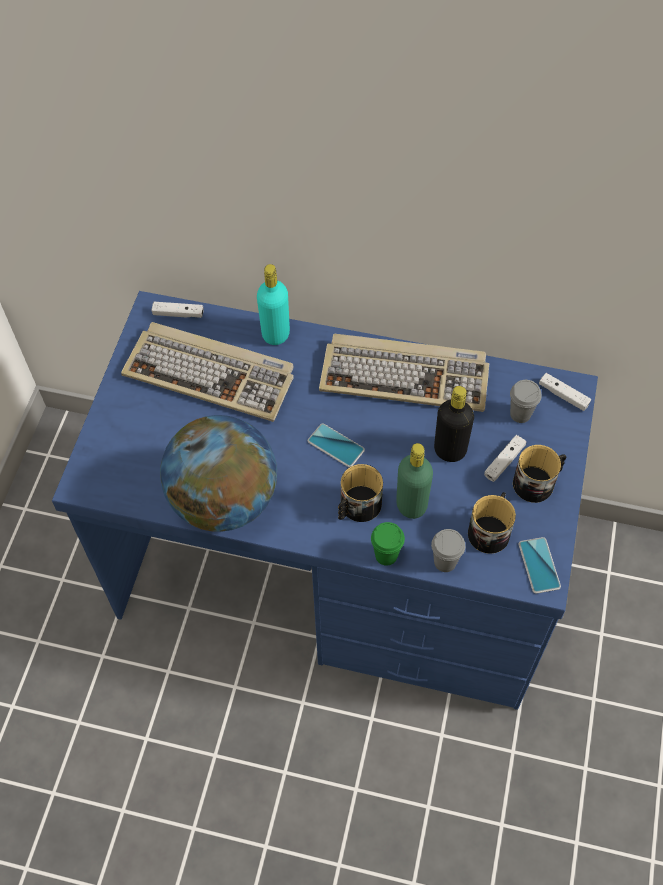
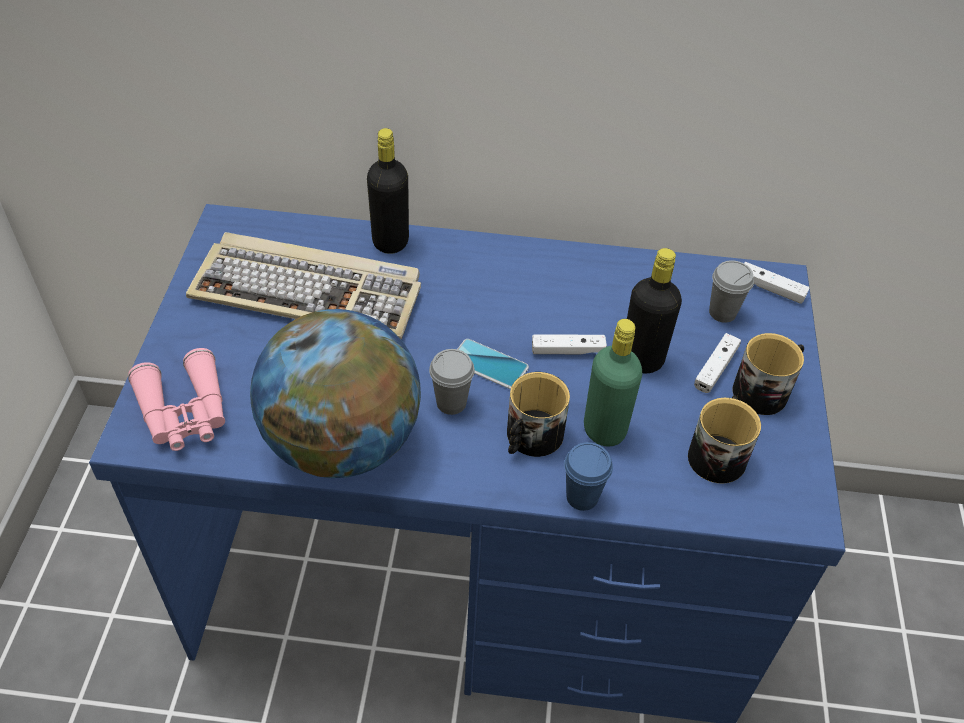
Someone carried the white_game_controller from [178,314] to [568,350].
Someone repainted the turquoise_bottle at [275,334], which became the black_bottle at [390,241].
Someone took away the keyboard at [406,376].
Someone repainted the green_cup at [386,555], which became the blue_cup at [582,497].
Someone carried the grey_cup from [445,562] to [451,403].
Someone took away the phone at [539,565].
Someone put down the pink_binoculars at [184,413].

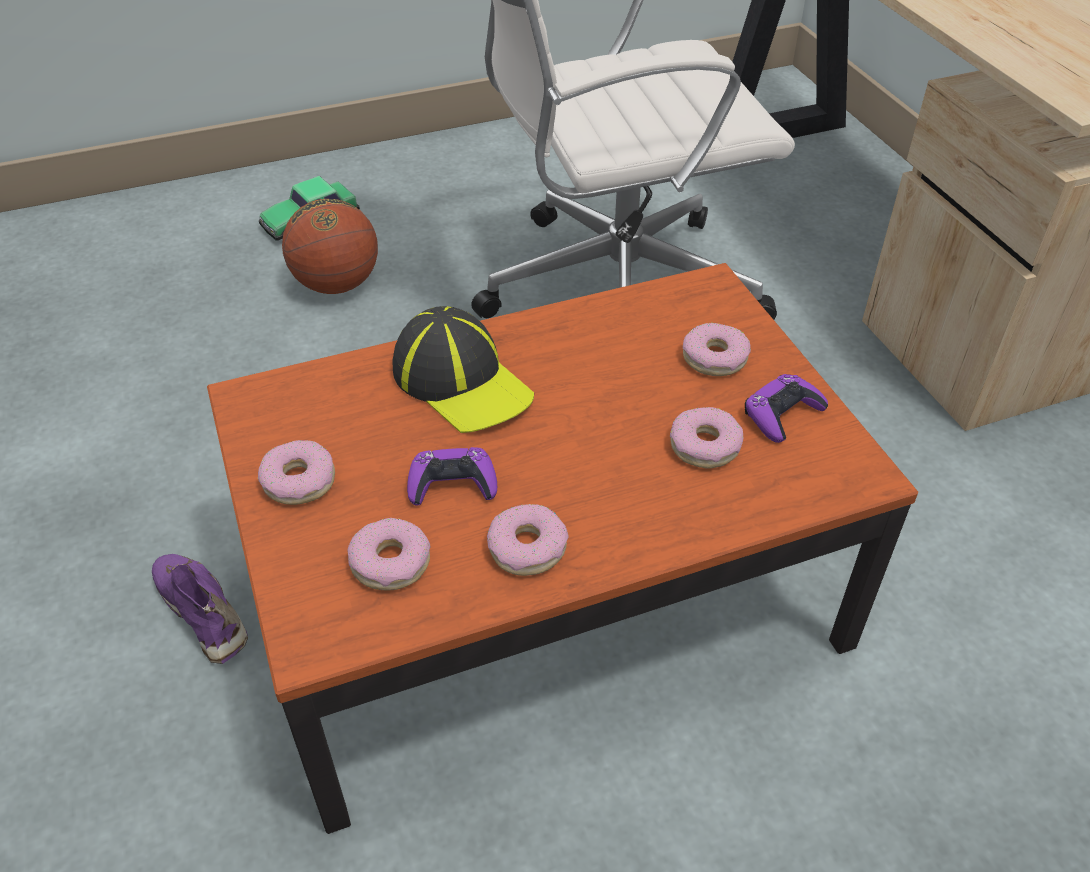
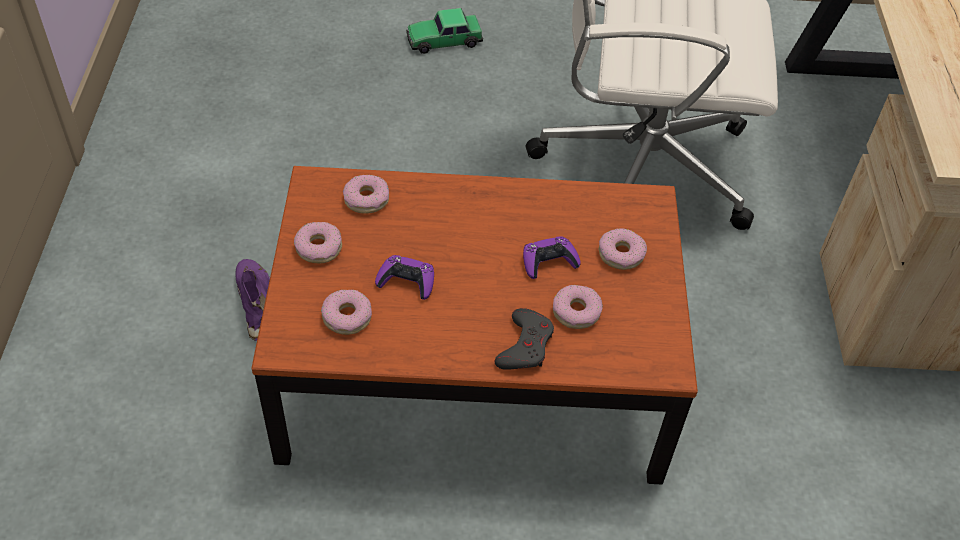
Someone took away the basketball at [337,284].
Someone took away the cap at [462,381].
Someone carried the donut from [527,548] to [366,199].
Someone carried the purple_game_controller from [782,414] to [549,261].
Someone put down the grey_game_controller at [525,345].

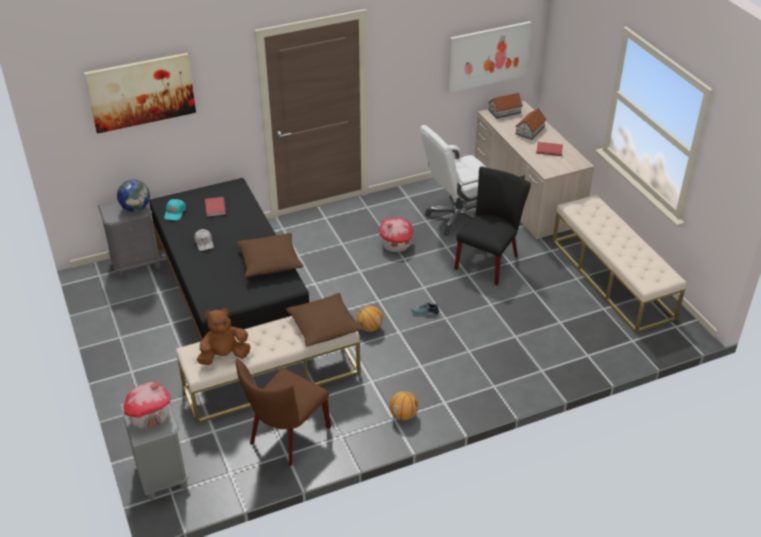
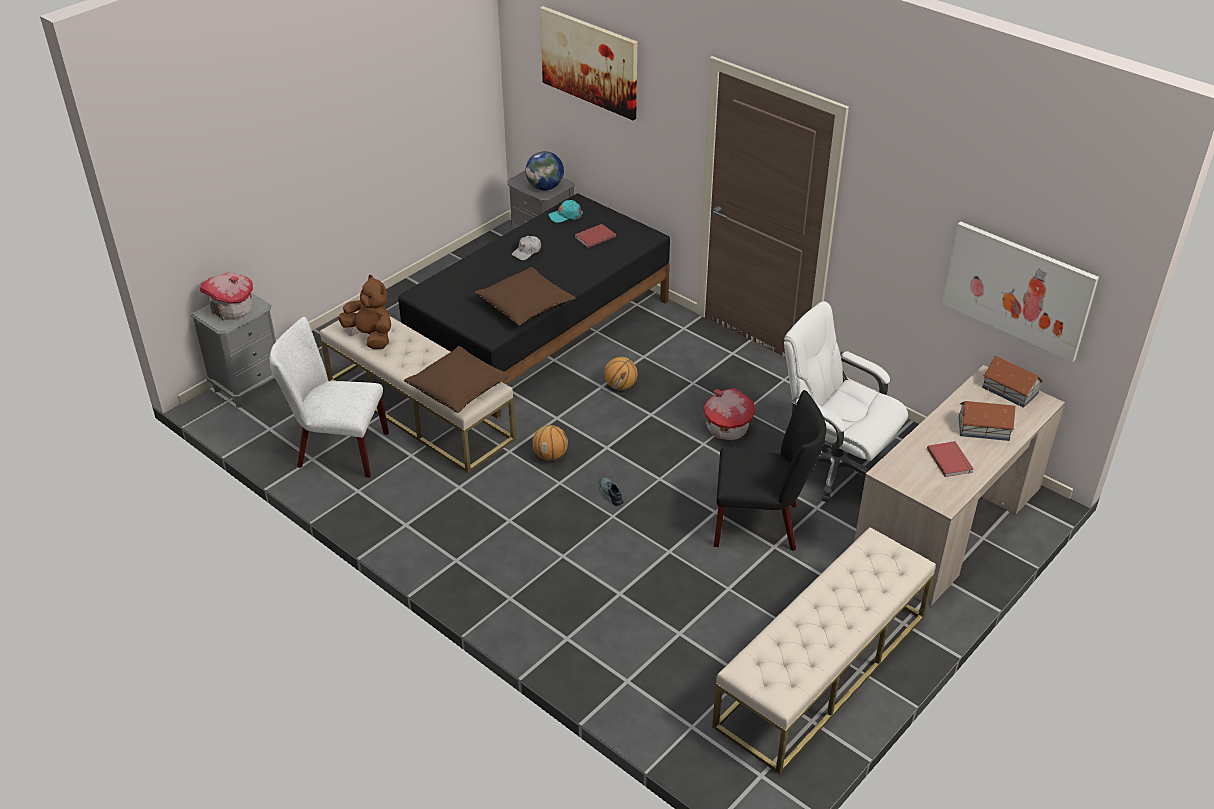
Someone repainted the brown_chair at [286,437], which became the white_chair at [337,450].
Someone carried the basketball from [403,415] to [620,386].

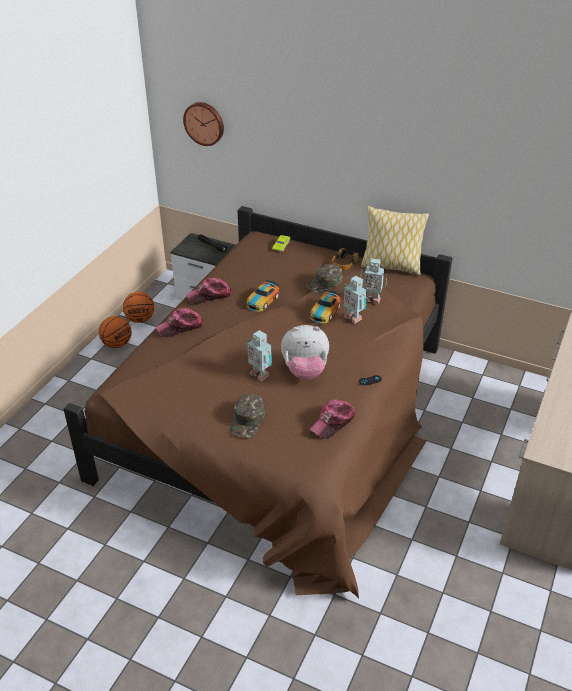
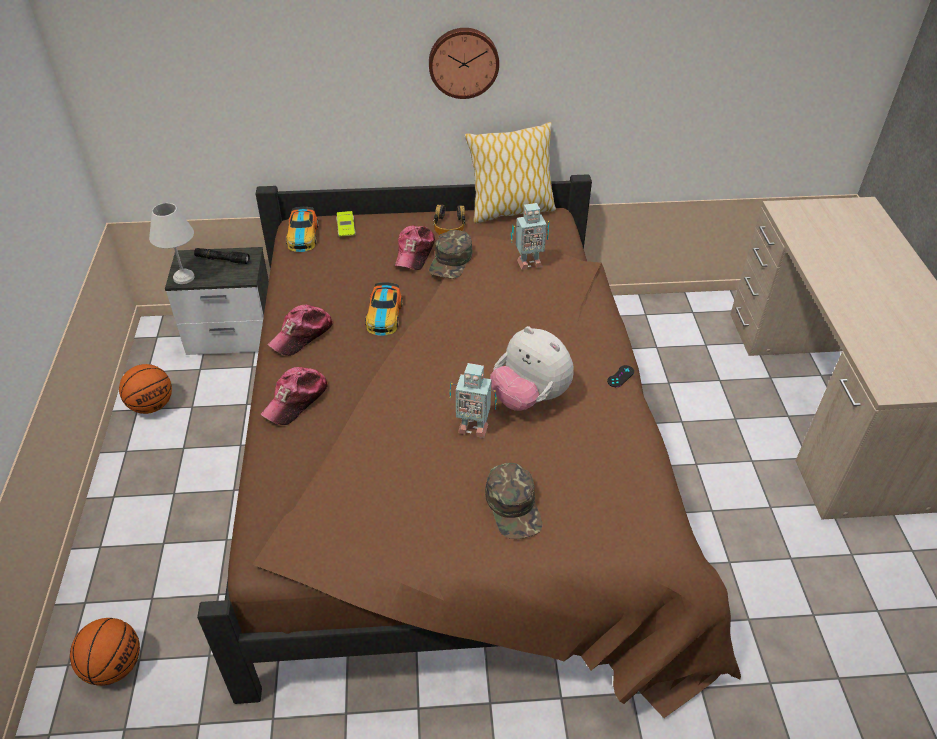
Someone carried the basketball from [117,344] to [114,666].
Someone carried the wall_clock from [204,123] to [463,62].
Someone rotated the plush_toy at [305,371] by 75 degrees clockwise.
Someone carried the cap from [333,422] to [415,253].
Someone carried the toy_car from [325,311] to [303,236].
Someone took away the toy_robot at [353,317].
Someone put down the white_table_lamp at [183,278].

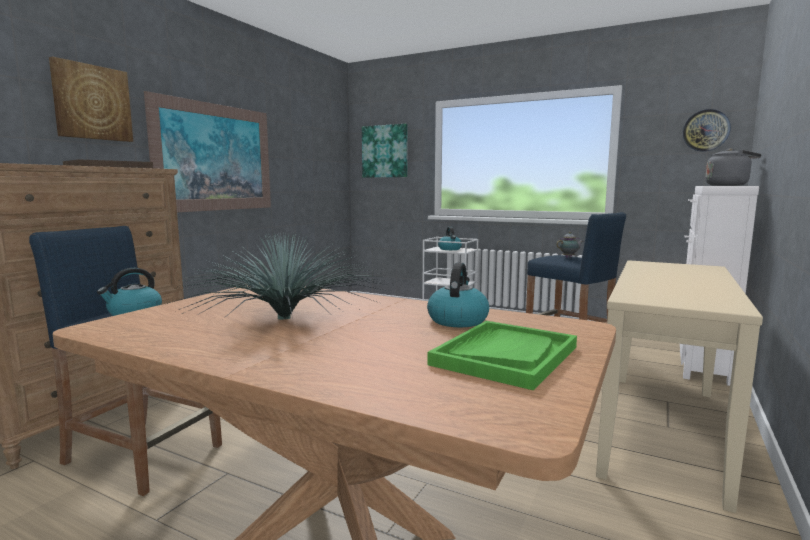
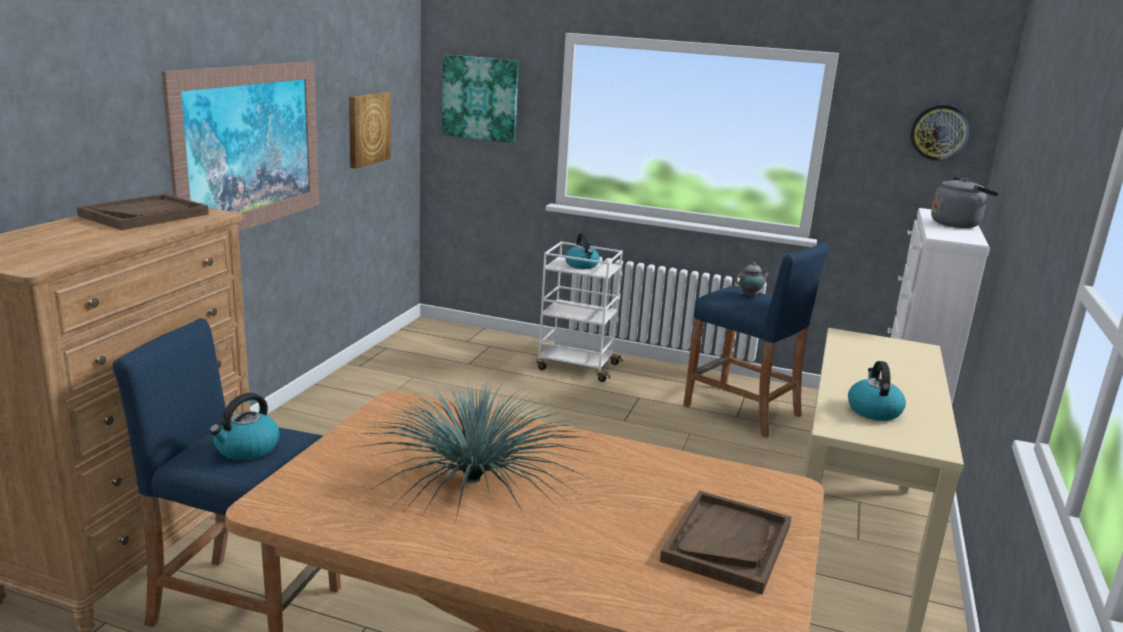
Someone carried the picture from [92,102] to [368,129].
Someone carried the kettle from [457,320] to [873,410].
Someone repainted the green_tray at [505,355], which became the brown_tray at [727,543].

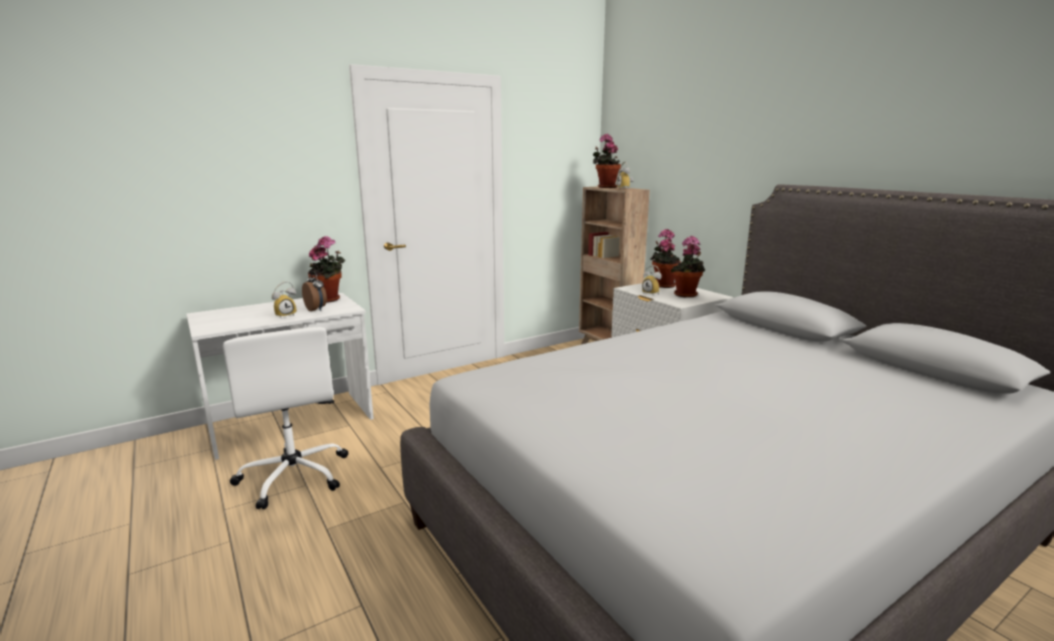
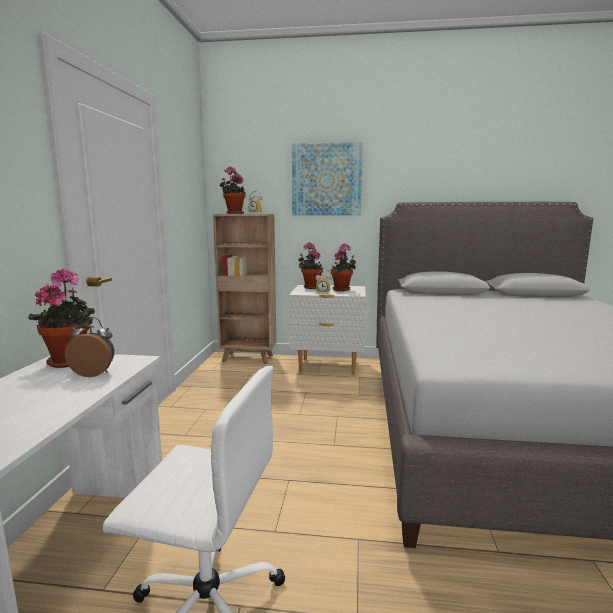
Someone took away the alarm_clock at [285,315].
Someone put up the picture at [326,179].

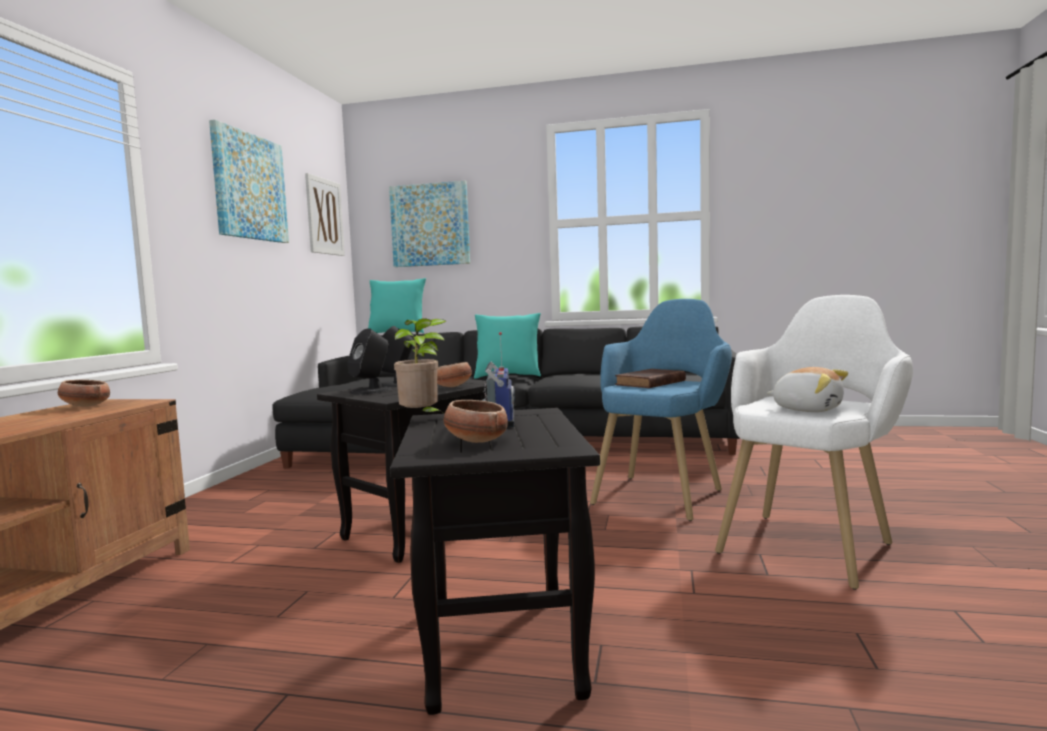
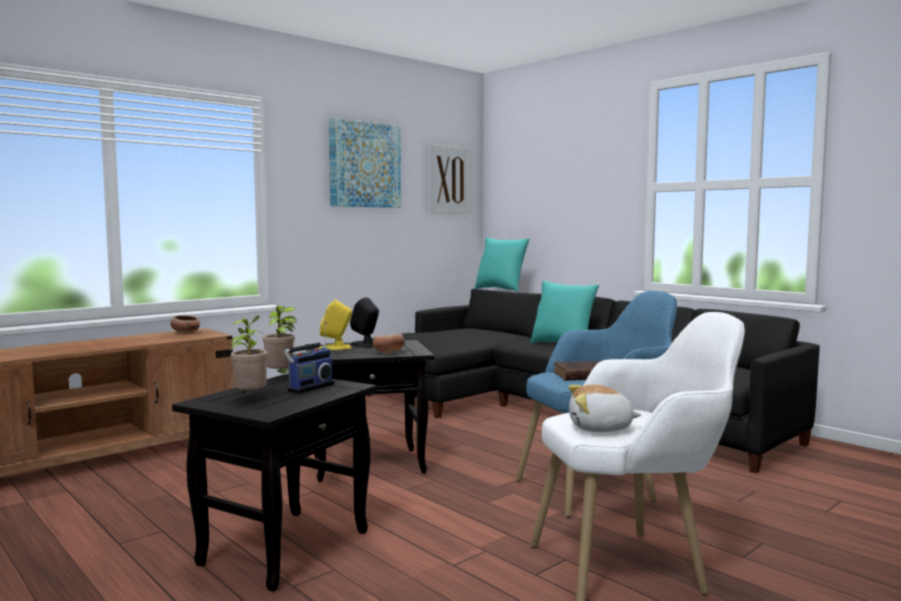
Someone repainted the black_speaker at [371,391], which became the yellow_speaker at [335,347].
Someone took away the picture at [430,225].
Someone swapped the bowl at [476,441] for the potted_plant at [250,398].
Someone rotated the plush_toy at [807,409] by 105 degrees clockwise.

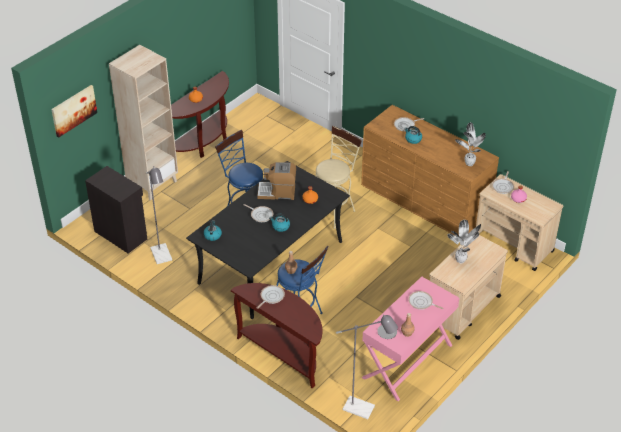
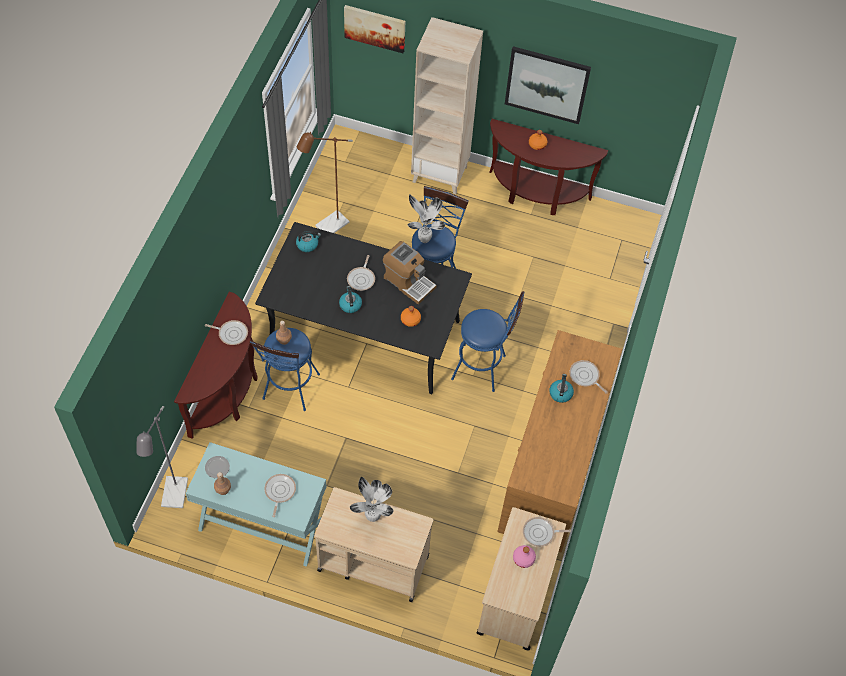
Someone took away the black_cabinet at [121,234].
Someone repainted the grey_floor_lamp at [162,257], which became the brown_floor_lamp at [327,227].
Someone rotated the coffee_machine at [277,192] by 150 degrees clockwise.
Someone repainted the beige_stool at [334,210], which became the blue_stool at [483,368].
Someone repainted the pink_console_table at [407,361], which became the turquoise_console_table at [262,524].
Someone carried the potted_plant from [469,164] to [423,238].
Someone put up the picture at [547,84].

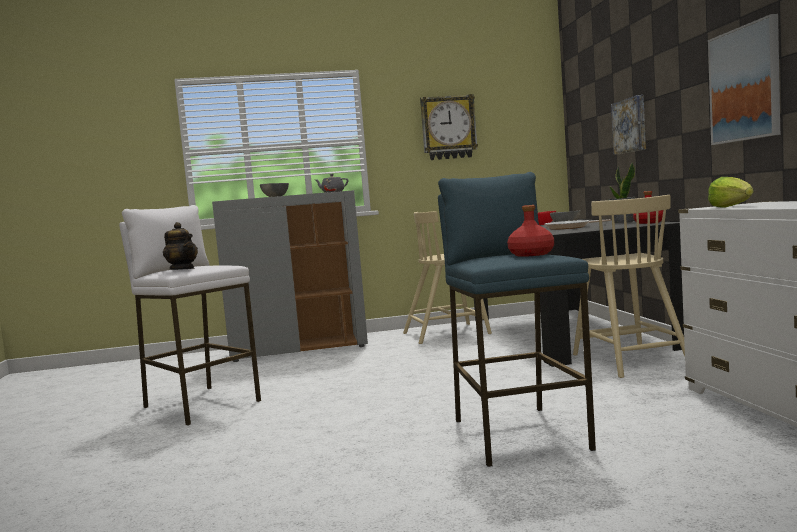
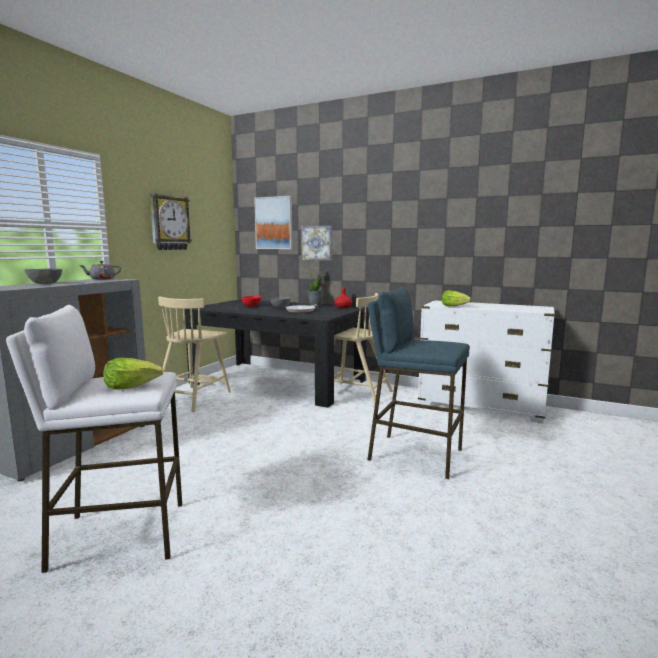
Someone swapped the teapot at [182,269] for the lettuce at [132,387].
Someone took away the red_bottle at [530,254].
Someone carried the picture from [745,84] to [274,223].

